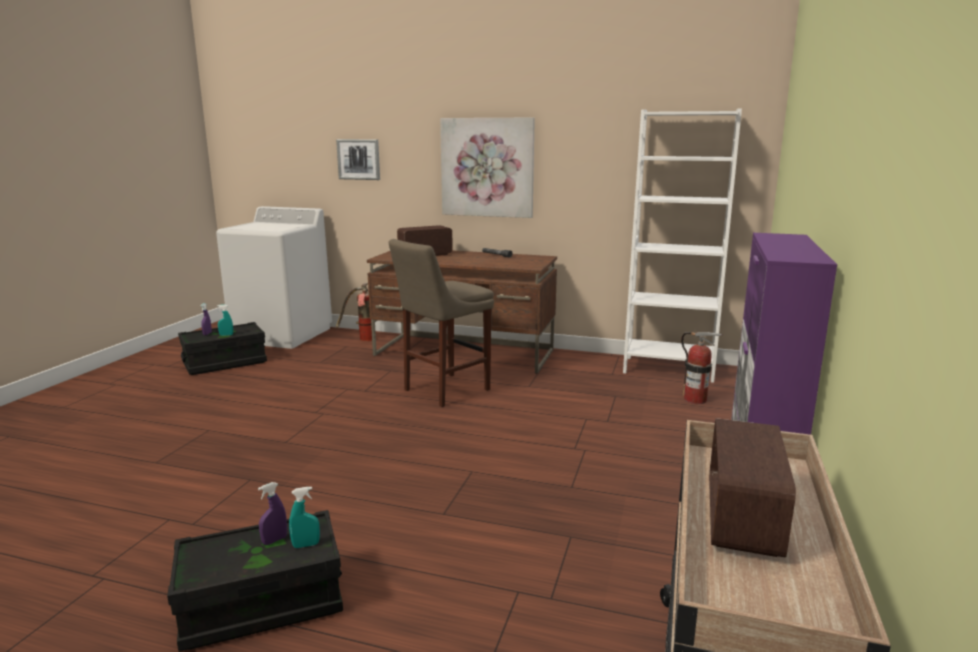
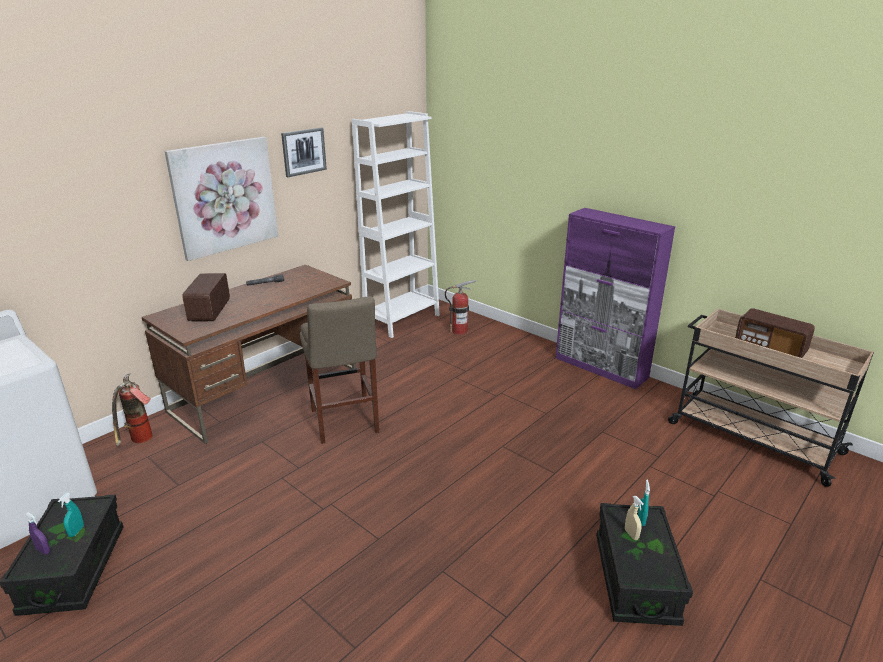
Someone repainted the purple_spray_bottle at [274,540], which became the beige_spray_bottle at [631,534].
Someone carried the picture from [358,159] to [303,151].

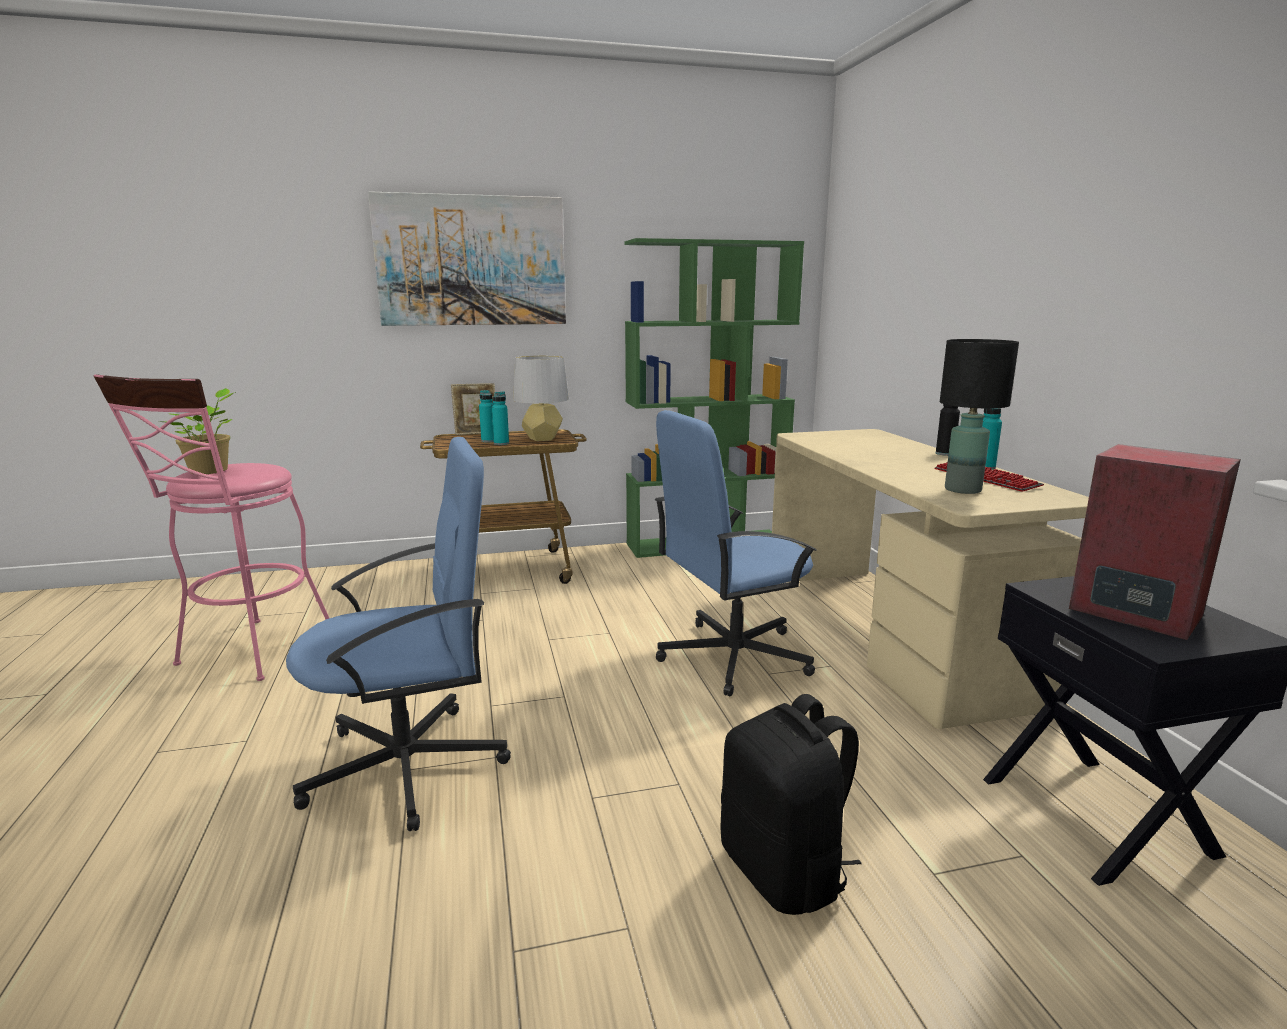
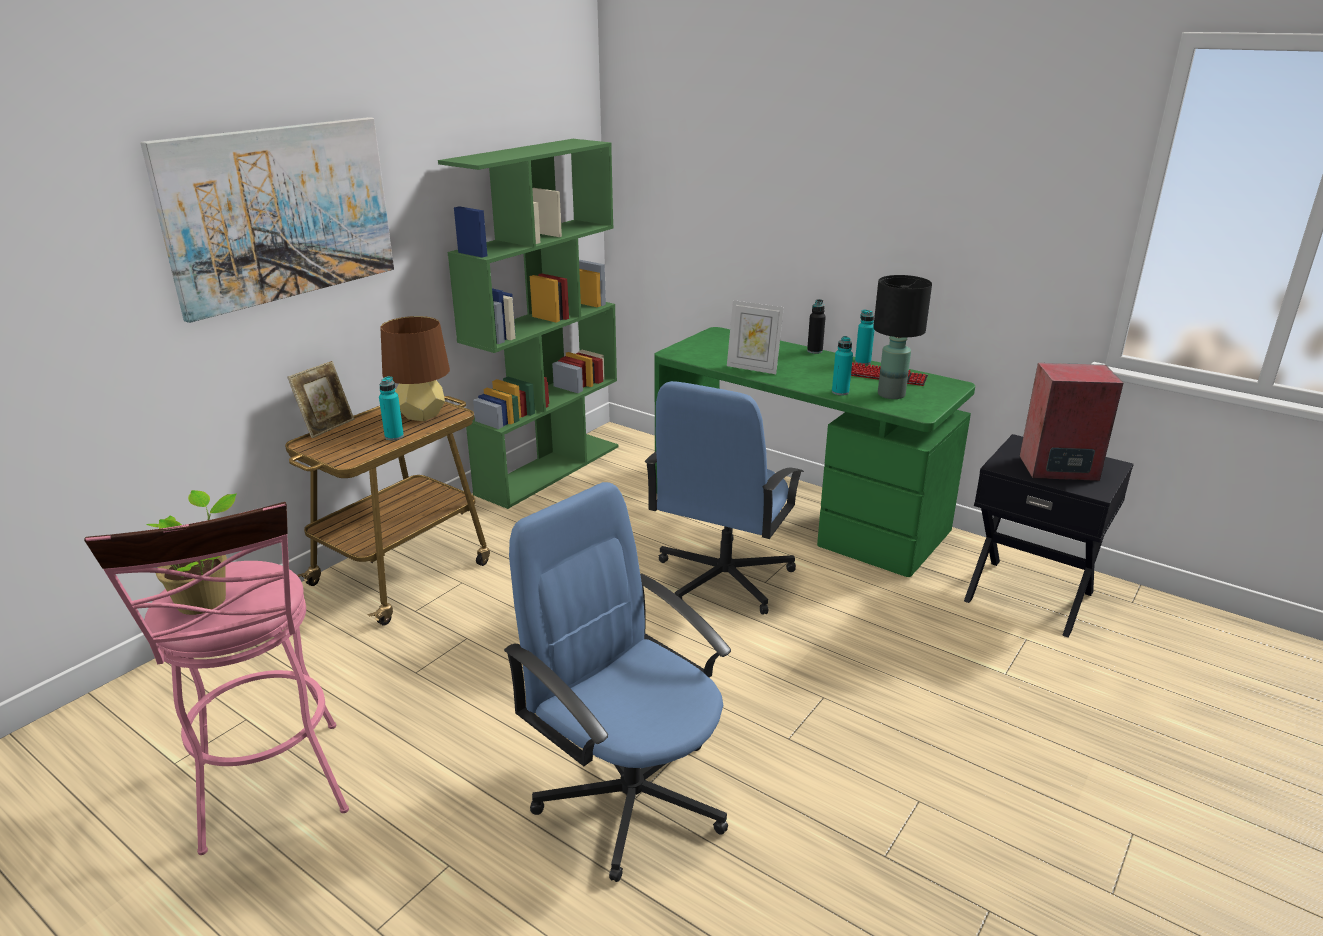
Someone rotated the blue_office_chair at [409,765] by 75 degrees counterclockwise.
Someone carried the turquoise_bottle from [488,441] to [840,392].
Someone repainted the grey_table_lamp at [542,438], which became the brown_table_lamp at [421,415].
Someone took away the black_backpack at [785,871].
Someone repainted the beige_desk at [891,634], which became the green_desk at [797,510].
Someone put down the picture_frame at [753,368].

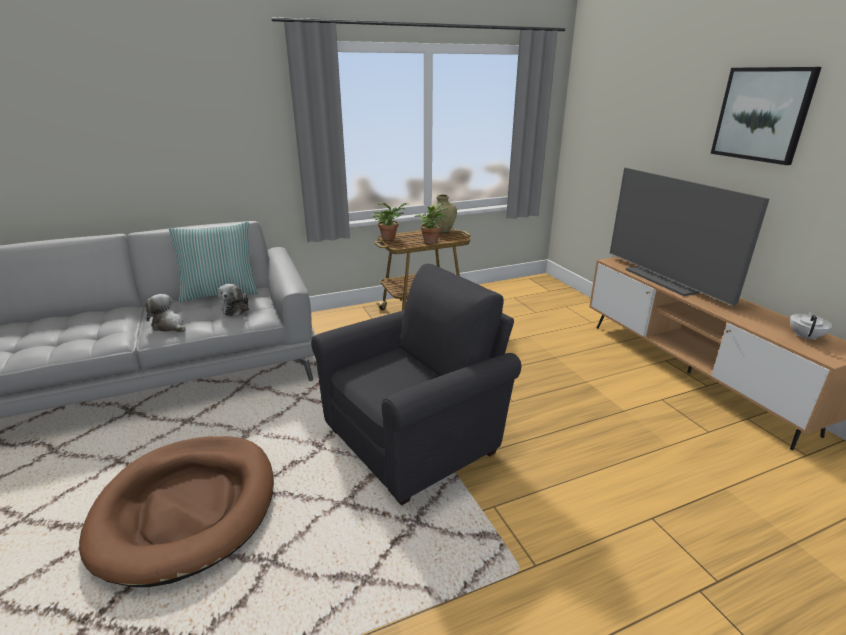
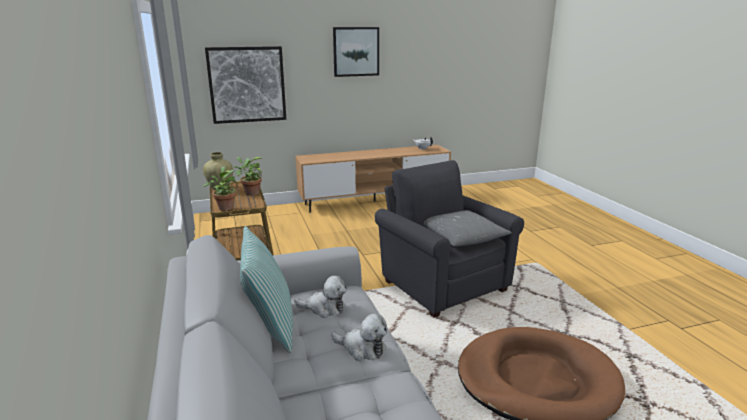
Someone rotated the plush_toy at [169,326] by 105 degrees counterclockwise.
Someone took away the television at [667,280].
Someone put up the picture at [247,85].
Someone put down the grey_pillow at [462,237].

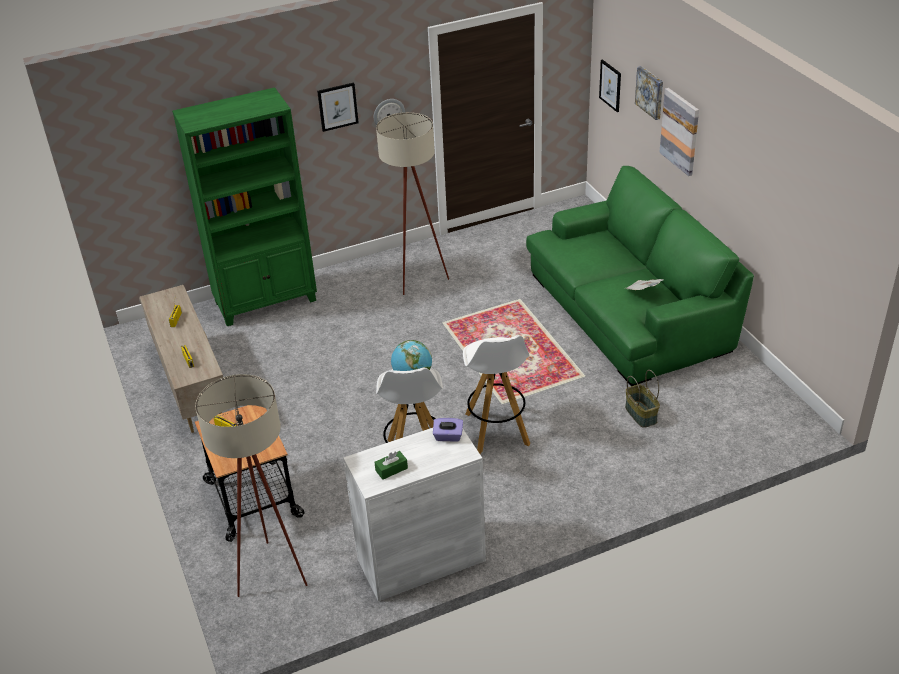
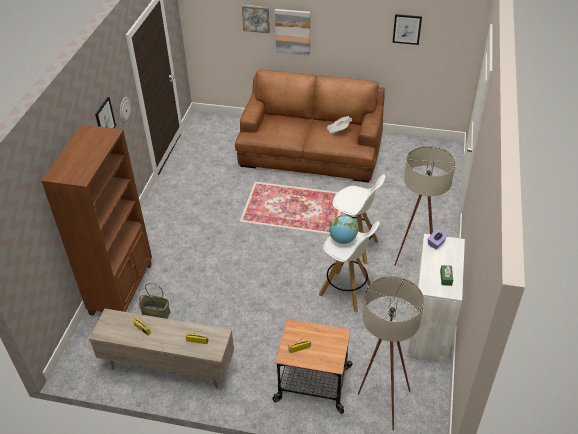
Someone repainted the green_bookcase at [266,301], which became the brown_bookcase at [122,288].
Someone carried the beige_floor_lamp from [415,275] to [415,266].
Someone repainted the green_sofa at [629,311], which became the brown_sofa at [310,150].
Someone carried the picture from [610,85] to [407,29].
Someone carried the basket from [641,414] to [156,313].

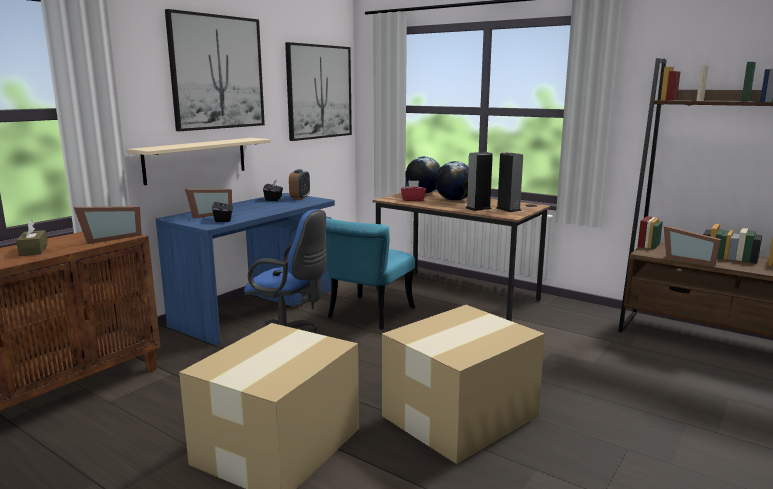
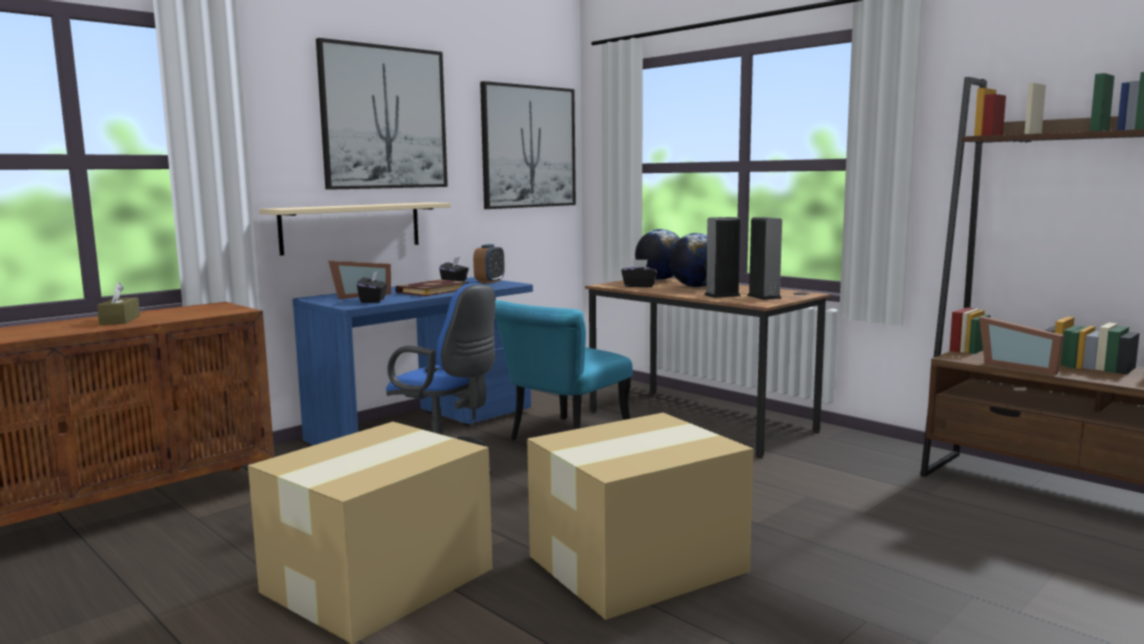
Someone took away the picture_frame at [110,238].
Someone repainted the red_tissue_box at [413,200], which became the black_tissue_box at [639,286].
Someone put down the book at [431,291].

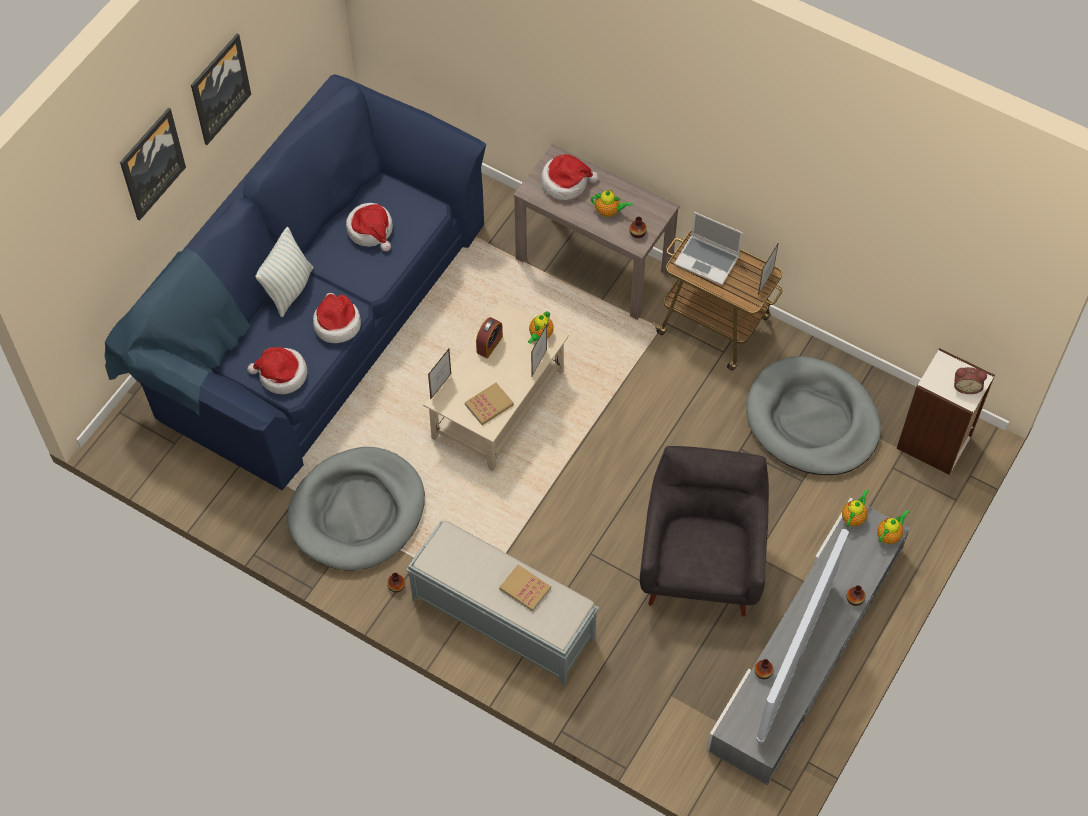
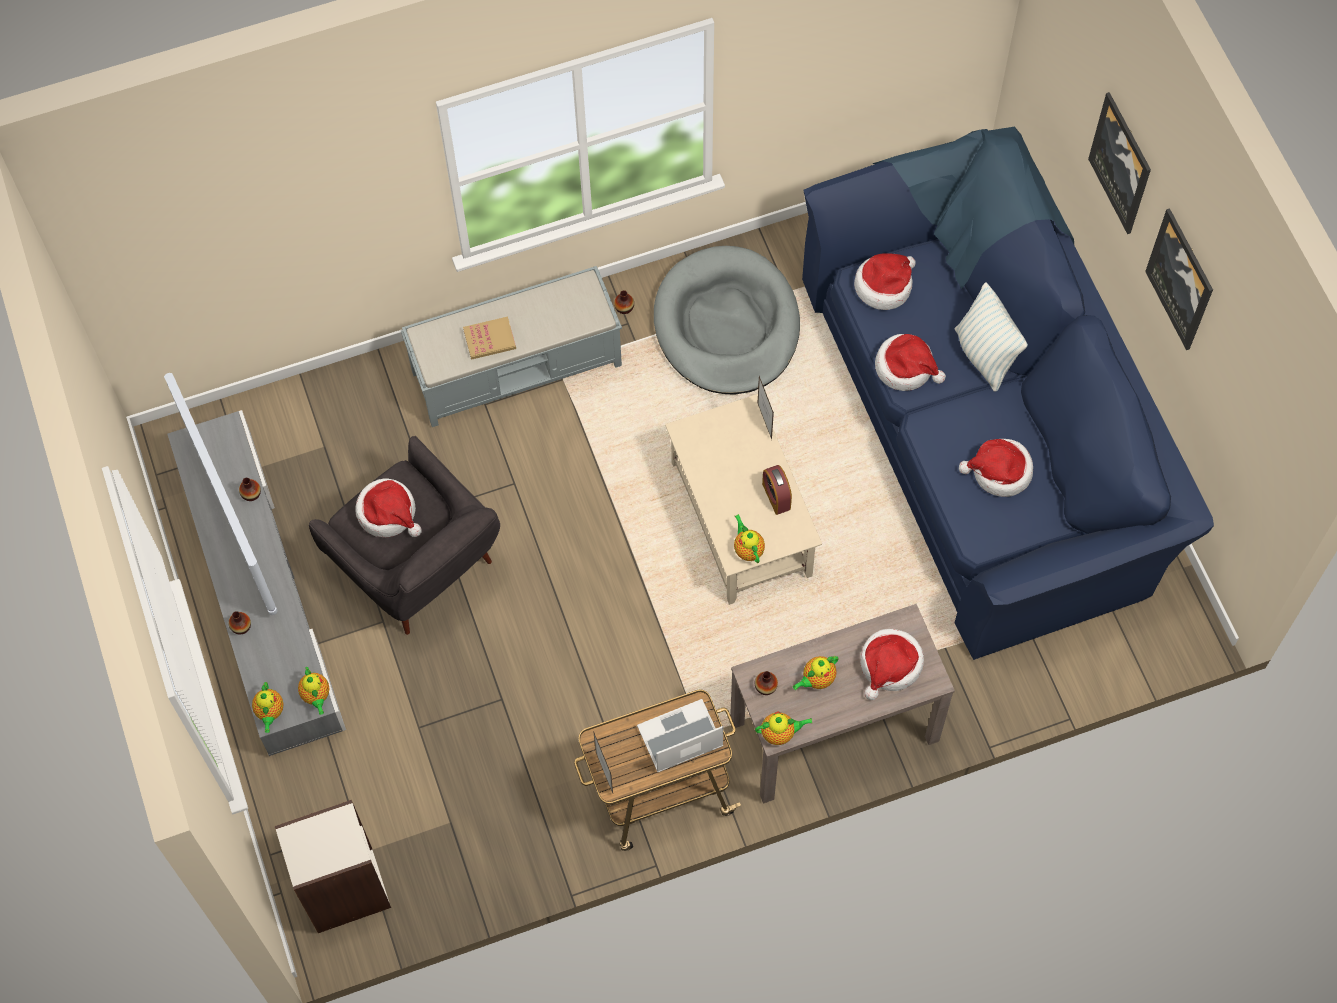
Someone took away the book at [489,405].
Someone took away the picture_frame at [539,363].
Someone took away the grey_dog_bed at [812,420].
Someone took away the alarm_clock at [966,386].
Someone put down the hat at [388,513].
Someone put down the teapot at [780,733].

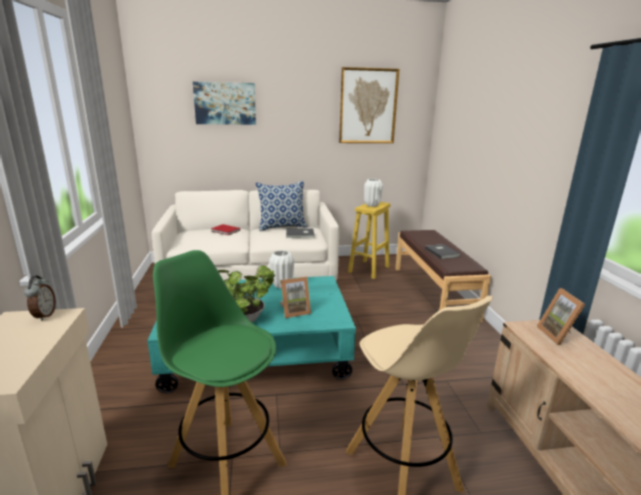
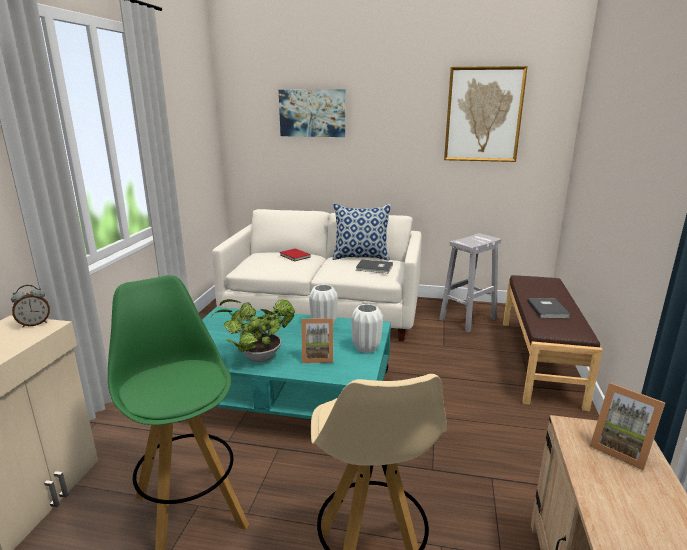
Someone rotated the alarm_clock at [44,316] by 45 degrees clockwise.
Someone repainted the yellow_stool at [368,269], which became the white_stool at [467,320].
Someone carried the white_vase from [372,205] to [366,348].
Someone rotated the picture_frame at [558,335] by 60 degrees counterclockwise.

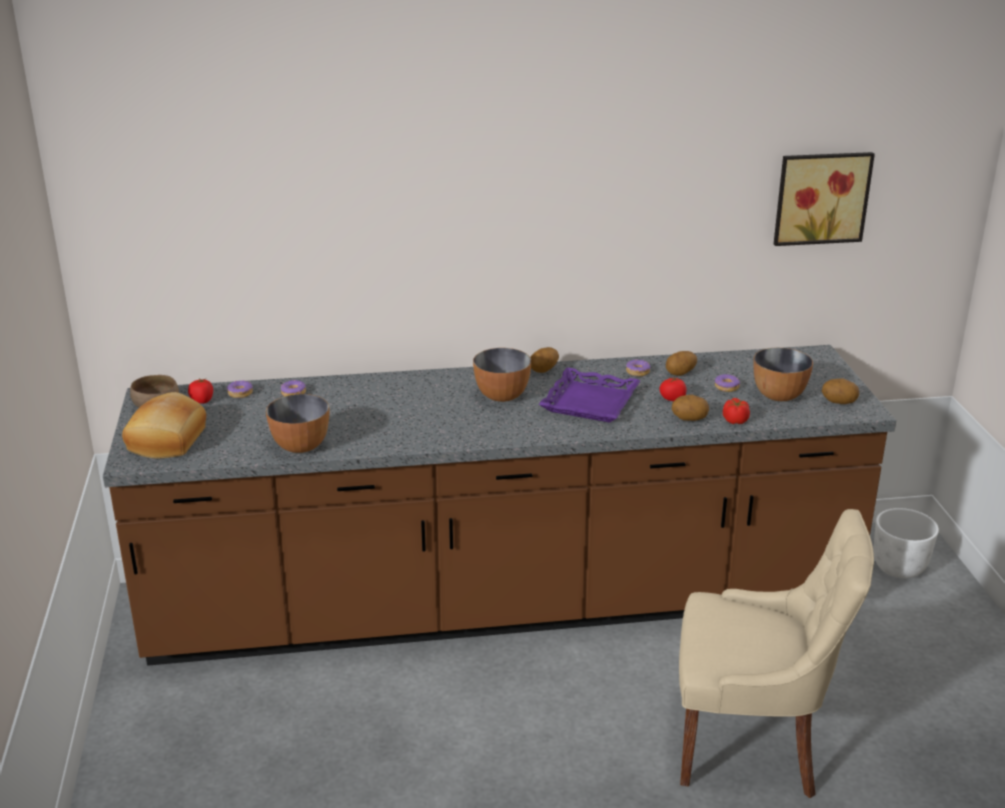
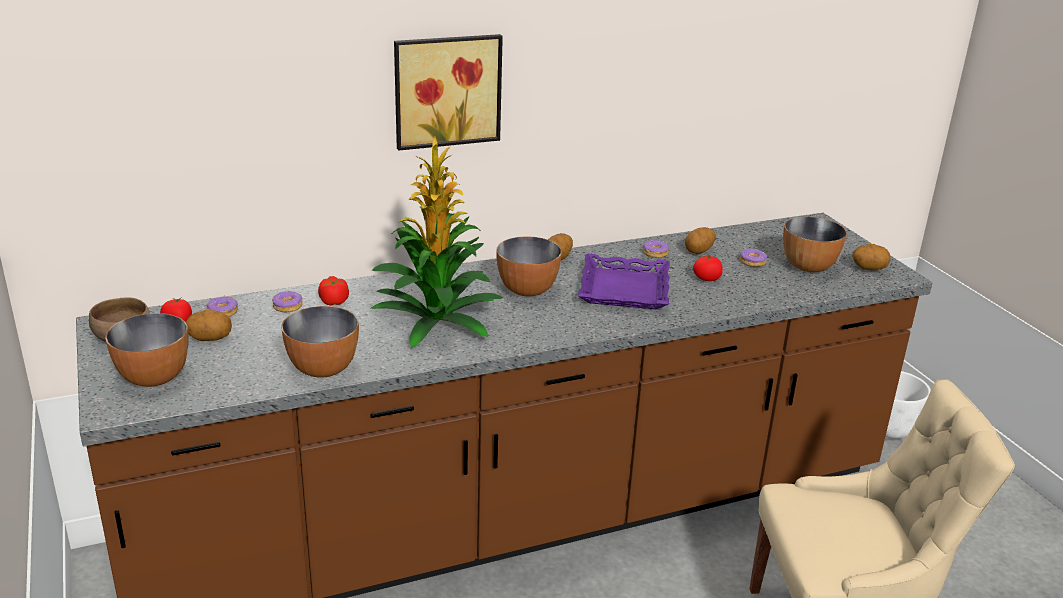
Someone swapped the bread at [169,441] for the bowl at [154,378].
Someone carried the potato from [689,419] to [210,339].
Someone carried the tomato from [735,420] to [334,301].
Someone carried the picture from [820,197] to [446,90].
Someone put down the potted_plant at [438,321].

